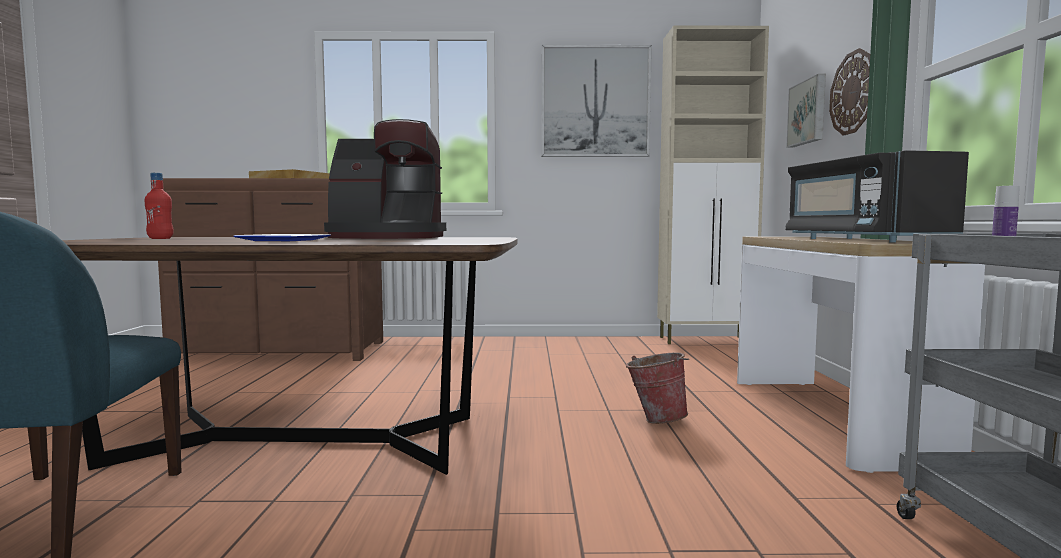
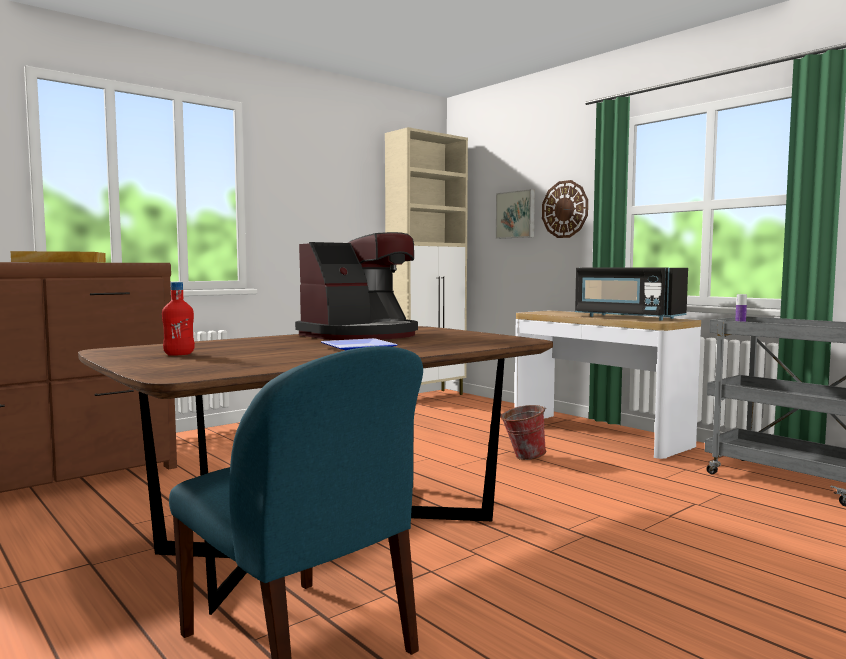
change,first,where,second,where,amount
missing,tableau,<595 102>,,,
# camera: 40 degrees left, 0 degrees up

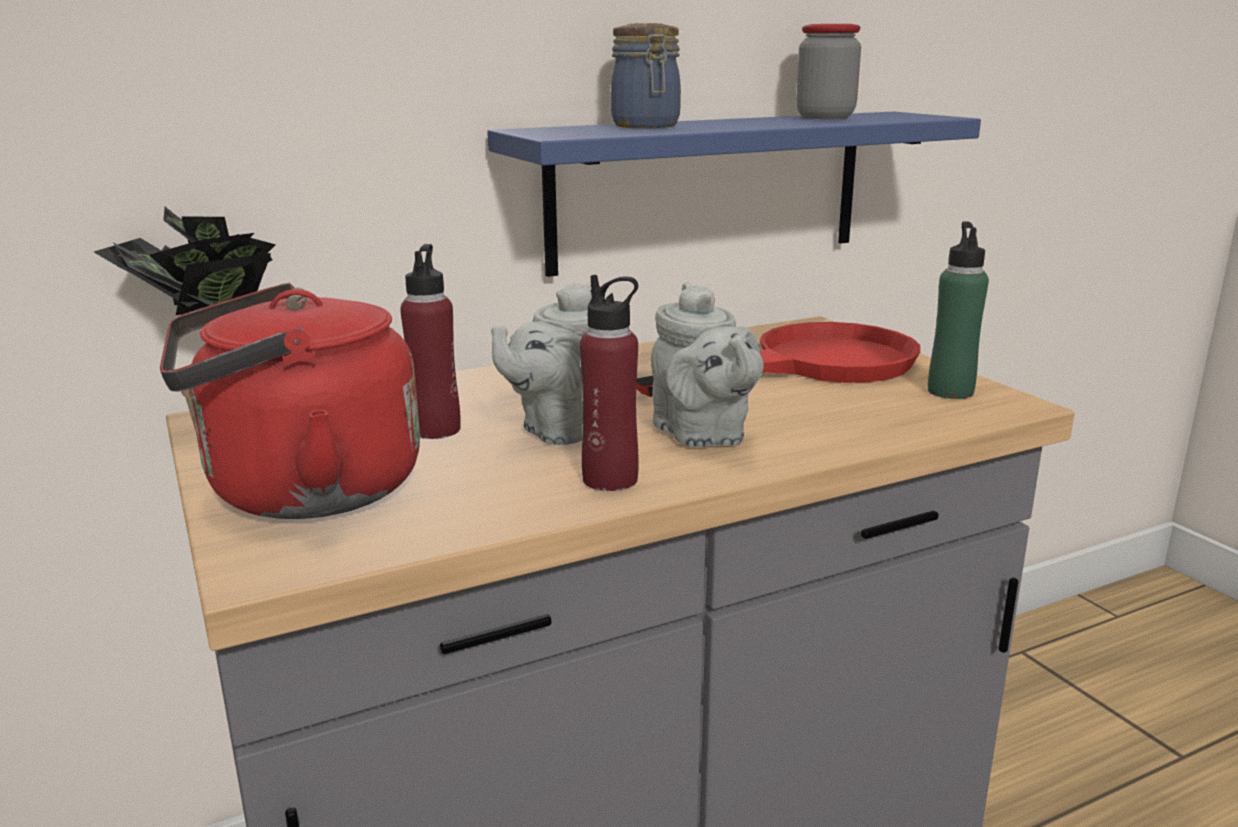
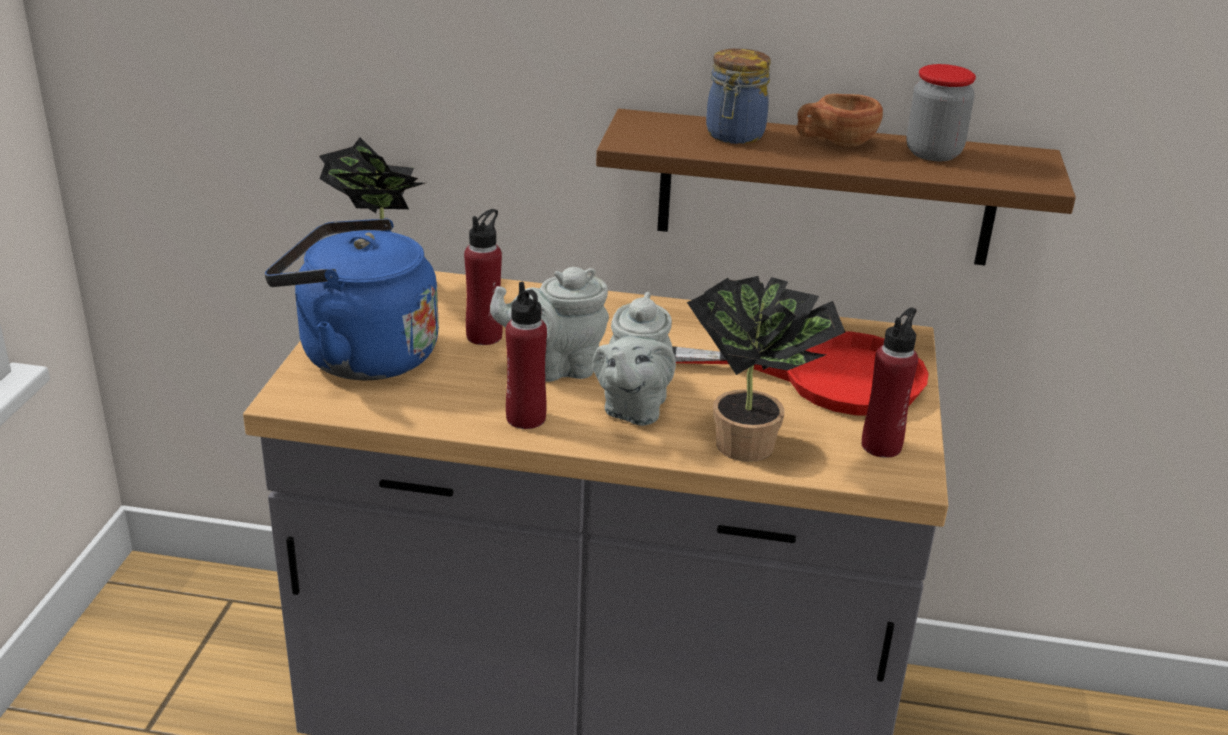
change,first,where,second,where,amount
colour,bouilloire [rouge],<302 492>,bouilloire [bleu],<360 355>,
colour,étagère [bleu],<708 190>,étagère [marron],<826 188>,
colour,bouteille [vert],<950 391>,bouteille [rouge],<881 446>,
appeared,,,plante en pot,<753 443>,
appeared,,,tasse [marron],<835 142>,
# camera: 35 degrees right, 10 degrees up

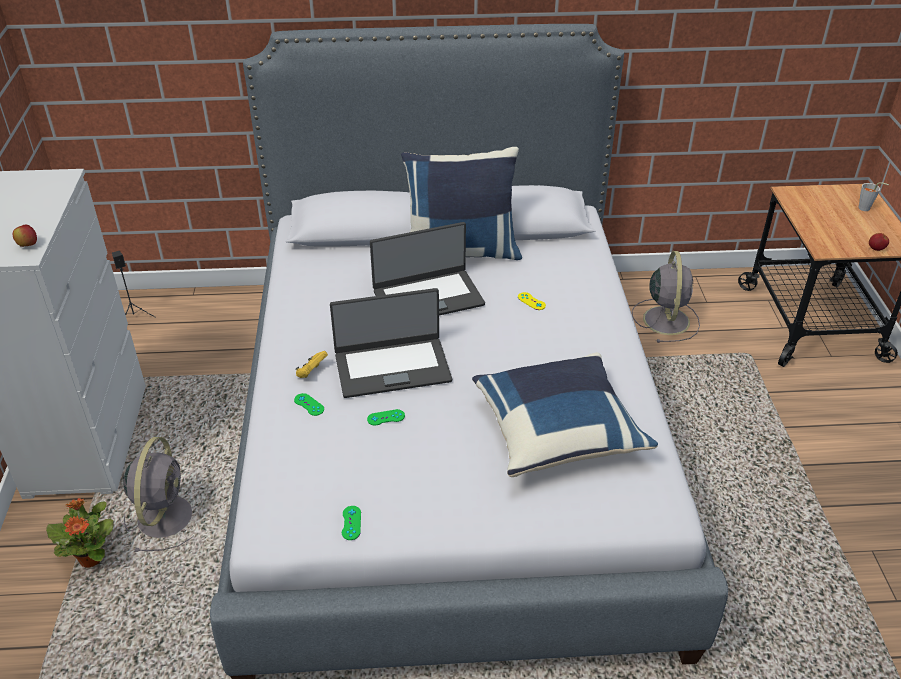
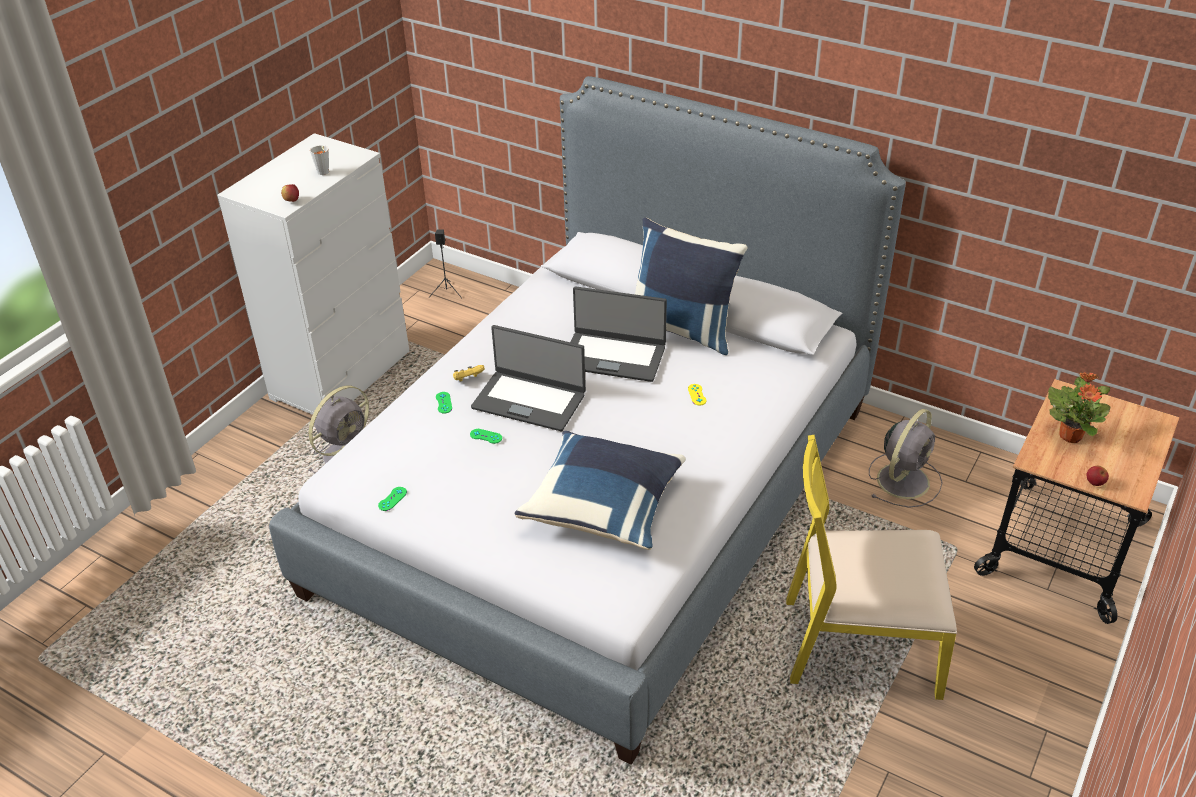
change,first,where,second,where,amount
relocated,plante en pot,<91 558>,,<1070 435>,
relocated,tasse [gris],<866 209>,,<323 173>,
appeared,,,chaise [jaune],<859 644>,
# camera: 35 degrees right, 0 degrees up

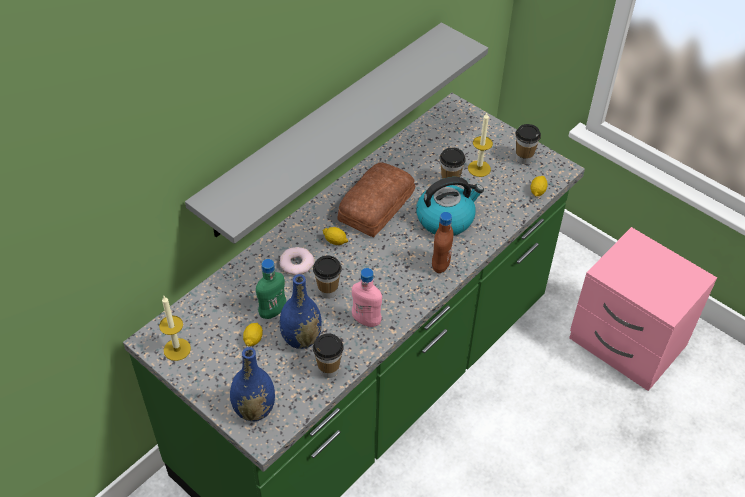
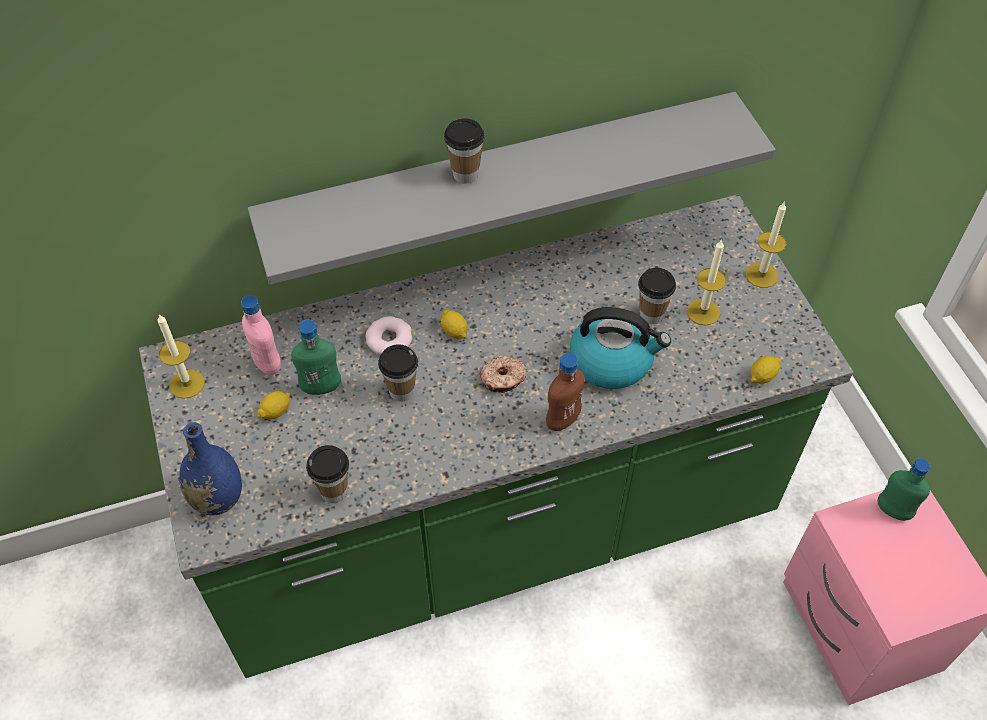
change,first,where,second,where,amount
missing,vase [bleu],<301 338>,,,
missing,pain,<374 206>,,,
relocated,bouteille [rose],<366 320>,,<267 363>,
relocated,tasse,<523 158>,,<465 174>,
appeared,,,beignet,<503 379>,
appeared,,,bougie,<761 275>,
appeared,,,bouteille [vert],<893 511>,
# camera: 30 degrees right, 5 degrees up

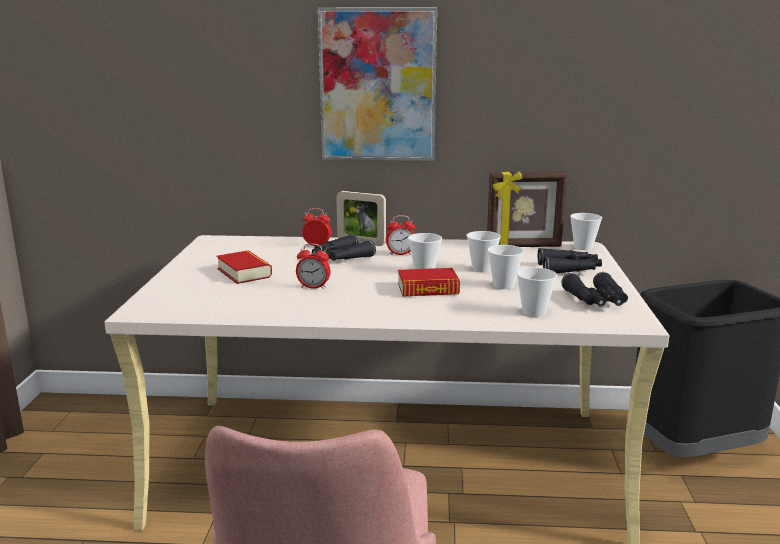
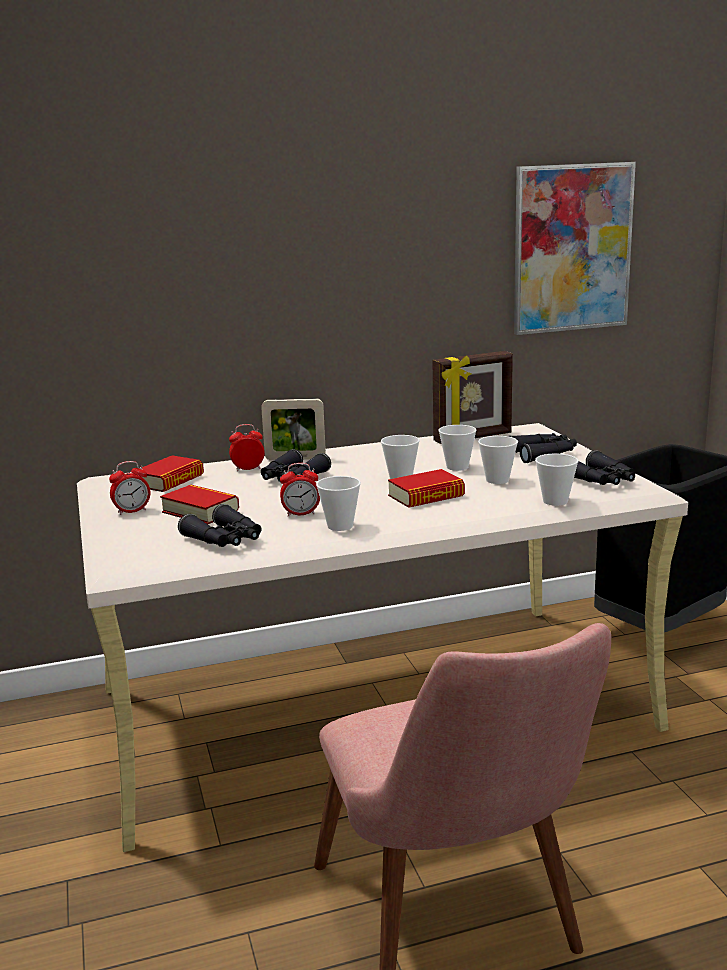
change,first,where,second,where,amount
relocated,tableau,<378 85>,,<572 248>,
relocated,réveil,<400 254>,,<132 511>,
relocated,tasse,<583 247>,,<340 526>,
appeared,,,livre,<169 480>,
appeared,,,jumelles [noir],<225 540>,
# camera: 20 degrees left, 0 degrees up

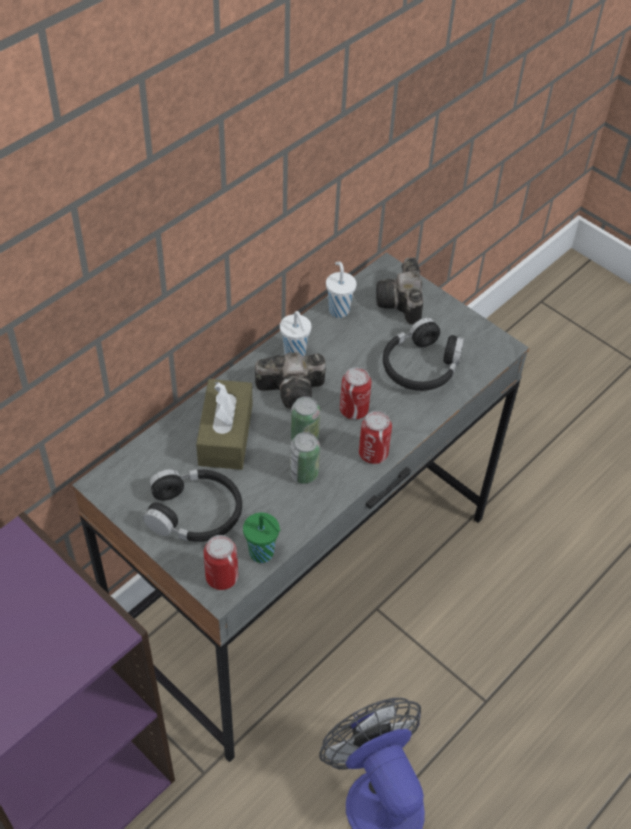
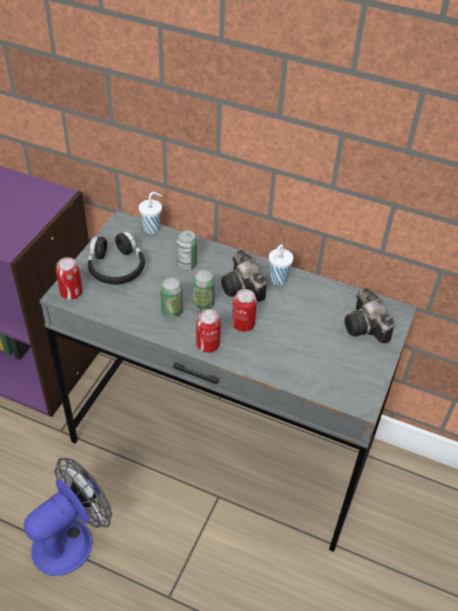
change,first,where,second,where,amount
exchanged,boîte à mouchoirs [marron],<225 434>,boîte métallique,<186 264>,
missing,tasse [vert],<263 553>,,,
relocated,tasse [blanc],<338 309>,,<152 229>,
spun,appareil photo,<402 304>,,<367 328>,90 degrees counterclockwise
missing,casque audio [noir],<421 366>,,,
# camera: 70 degrees right, 5 degrees down

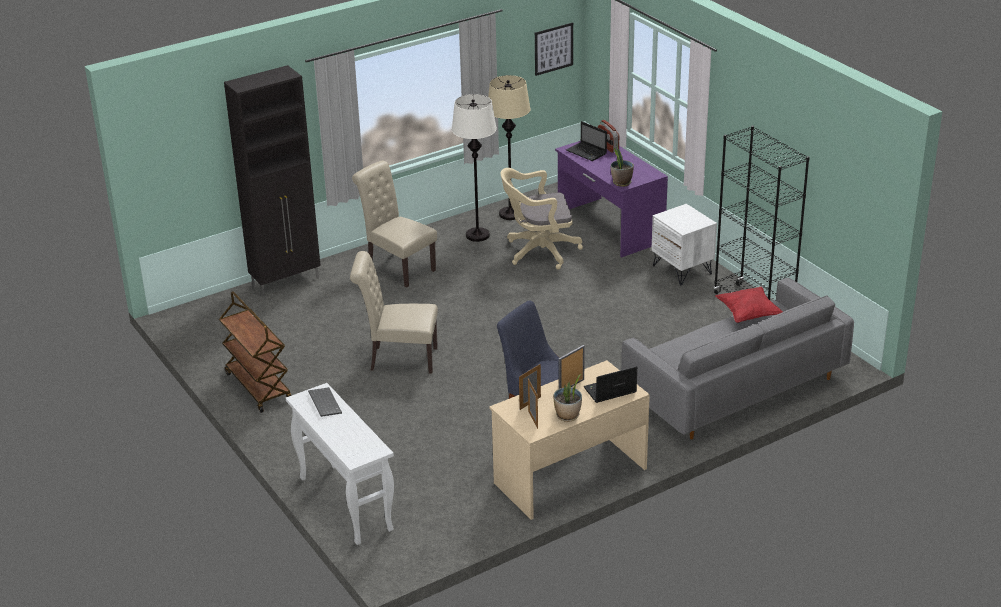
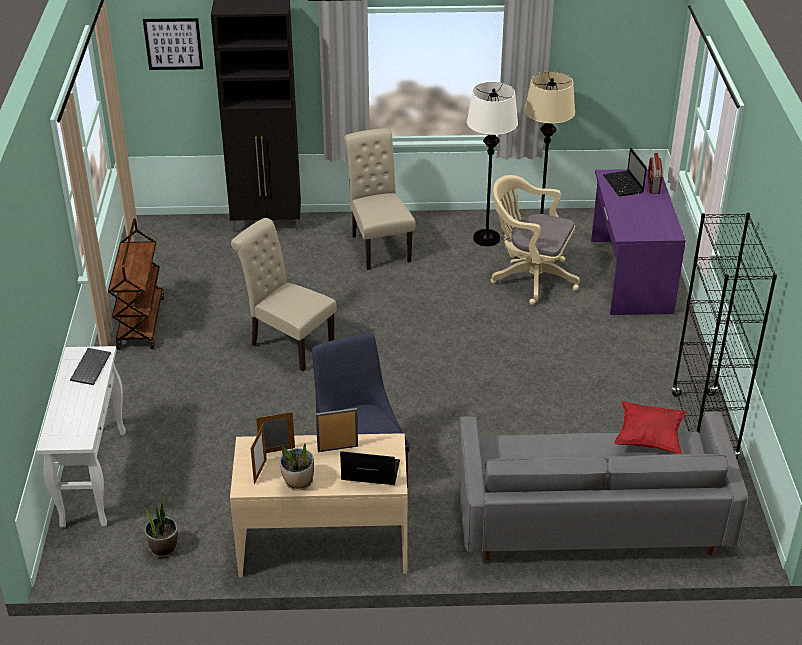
change,first,where,second,where,amount
relocated,tableau,<553 48>,,<173 44>,
relocated,plante en pot,<621 182>,,<163 548>,
missing,table de chevet [blanc],<682 270>,,,
# camera: 30 degrees right, 5 degrees up

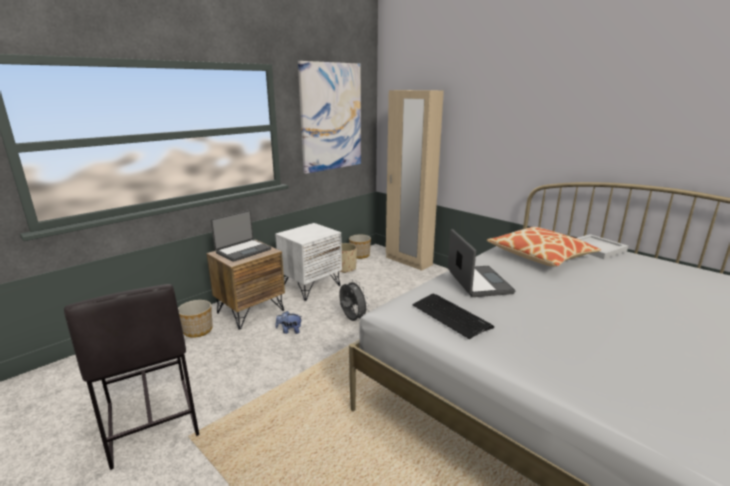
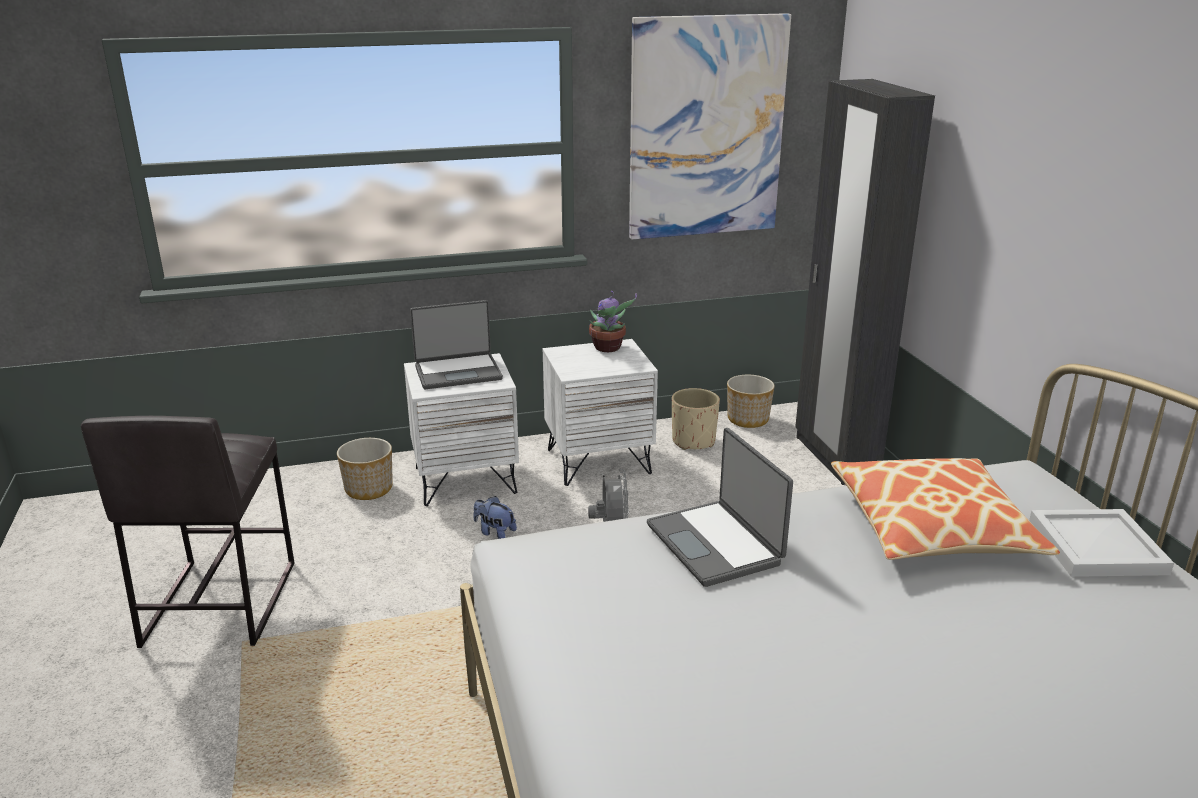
change,first,where,second,where,amount
colour,table de chevet [marron],<250 311>,table de chevet [blanc],<465 480>,
colour,armoire [beige],<408 261>,armoire [noir],<835 458>,
missing,clavier,<451 316>,,,
spun,ordinateur portable,<477 282>,,<716 544>,135 degrees clockwise
appeared,,,plante en pot,<608 348>,
# camera: 30 degrees right, 5 degrees up

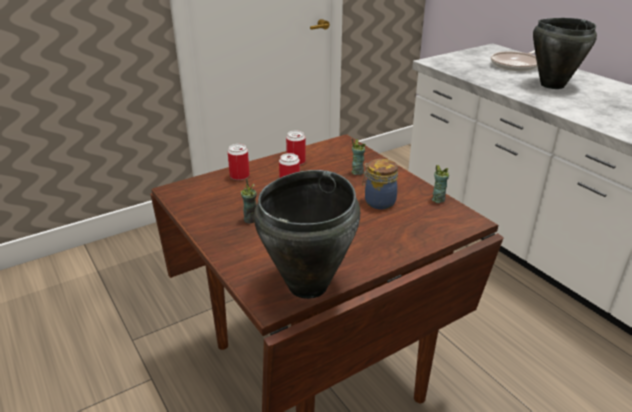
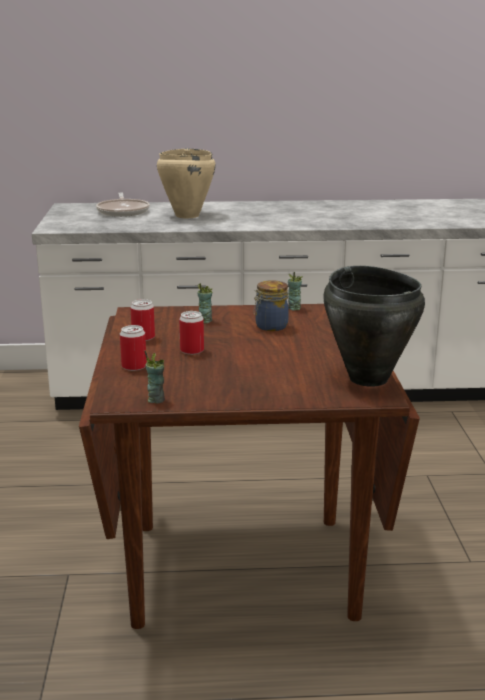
change,first,where,second,where,amount
relocated,tasse,<250 219>,,<156 399>,
colour,marmite [noir],<551 85>,marmite [beige],<186 216>,
# camera: 60 degrees left, 10 degrees down

